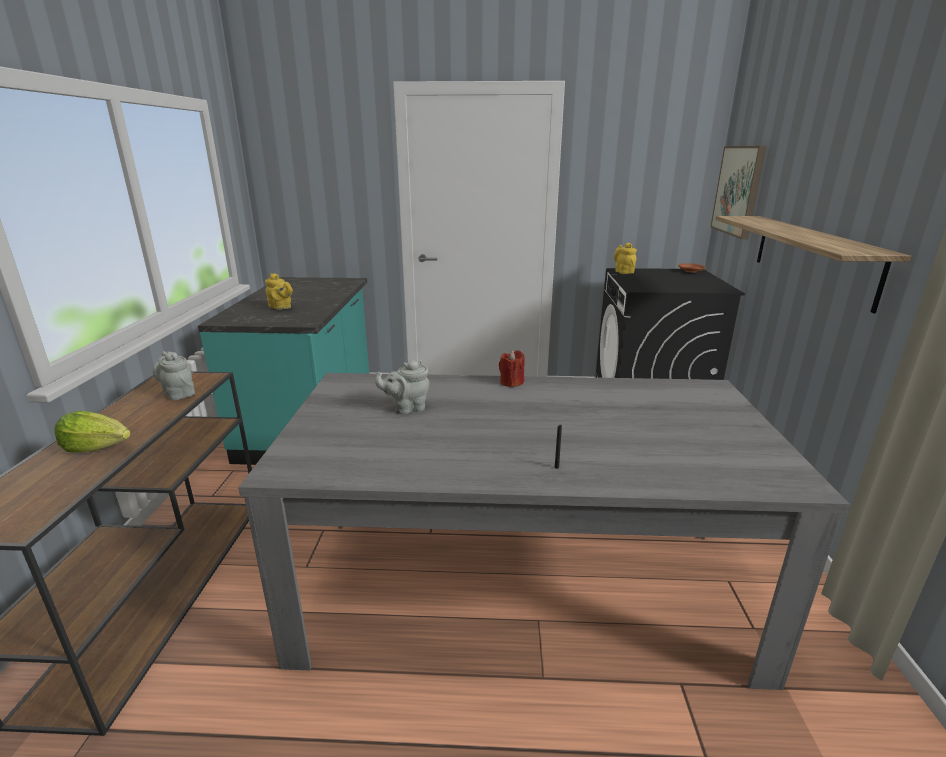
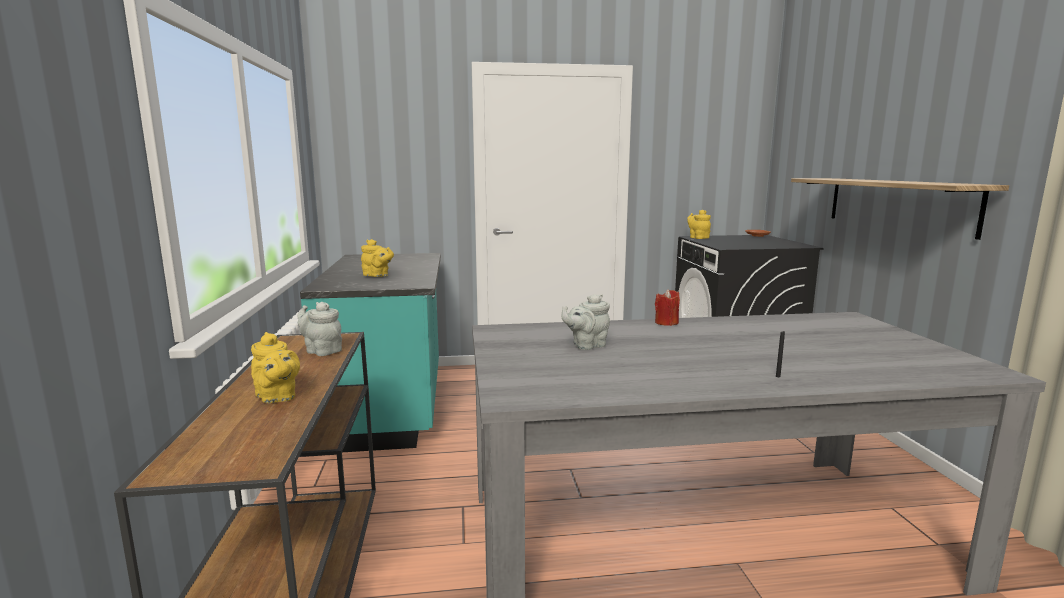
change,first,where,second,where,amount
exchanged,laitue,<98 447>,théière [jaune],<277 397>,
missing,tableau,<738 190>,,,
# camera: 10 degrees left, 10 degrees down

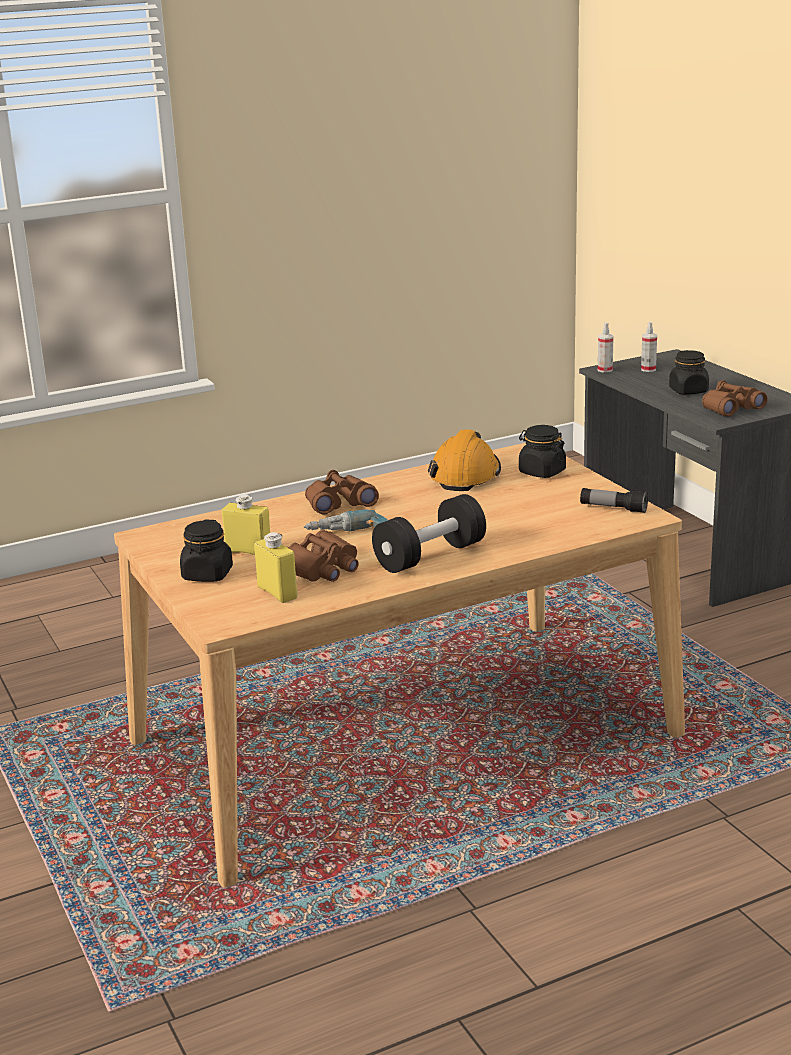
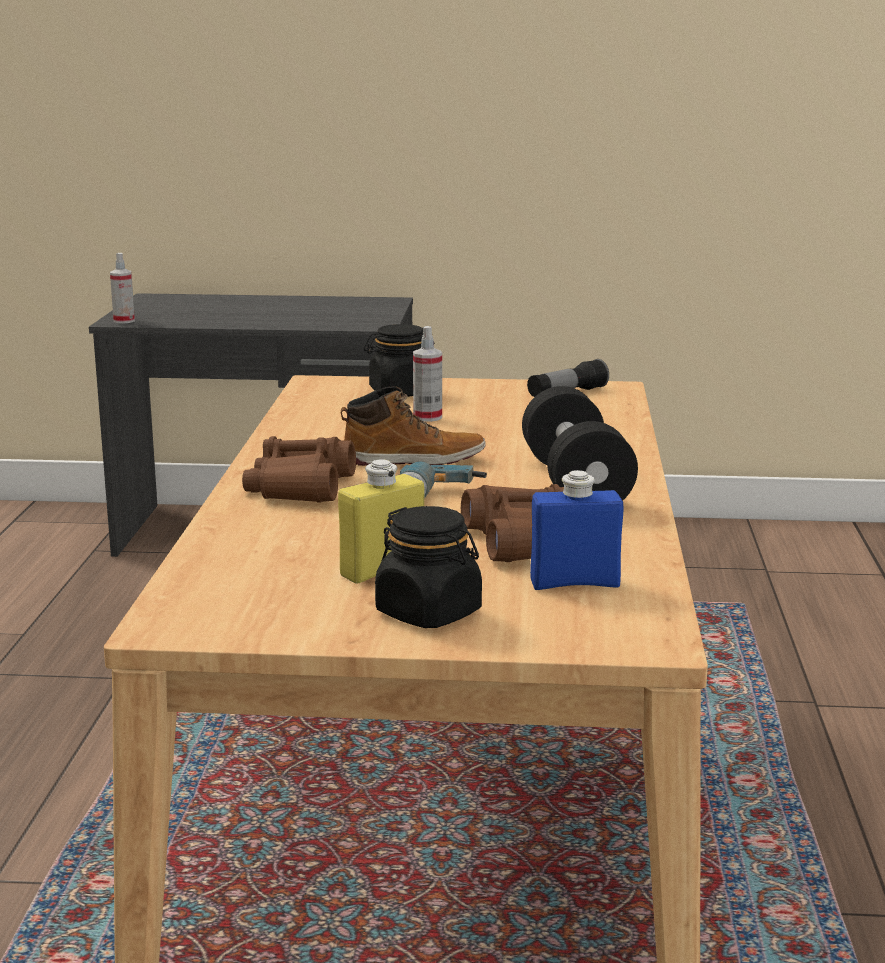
change,first,where,second,where,amount
colour,bouteille [jaune],<277 593>,bouteille [bleu],<574 583>,
missing,casque de chantier [orange],<465 475>,,,
relocated,vaporisateur,<648 369>,,<427 417>,
missing,bocal [noir],<688 391>,,,
missing,jumelles [marron],<730 408>,,,
appeared,,,botte,<413 460>,
# camera: 60 degrees left, 5 degrees down

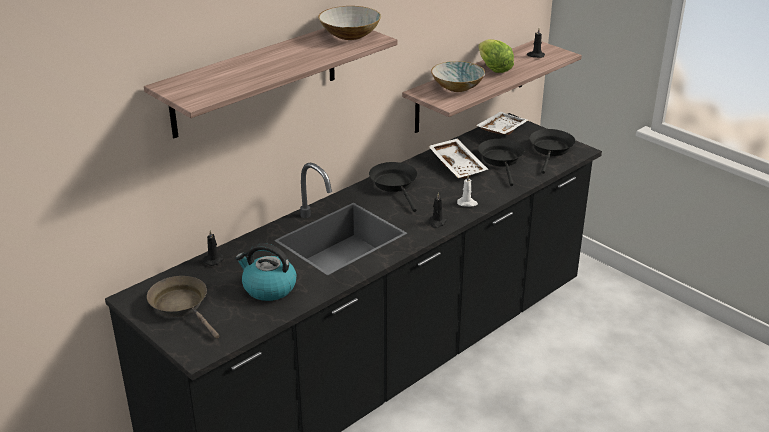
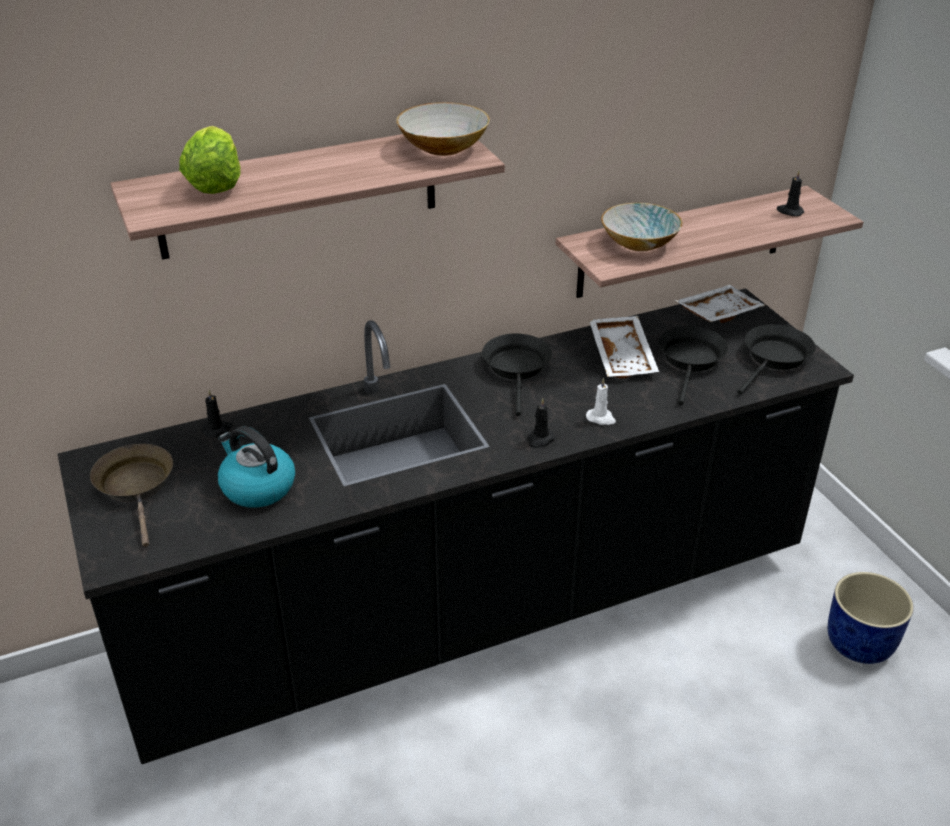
change,first,where,second,where,amount
relocated,laitue,<494 69>,,<215 184>,
appeared,,,cache-pot [bleu],<860 643>,
# camera: 20 degrees right, 5 degrees up

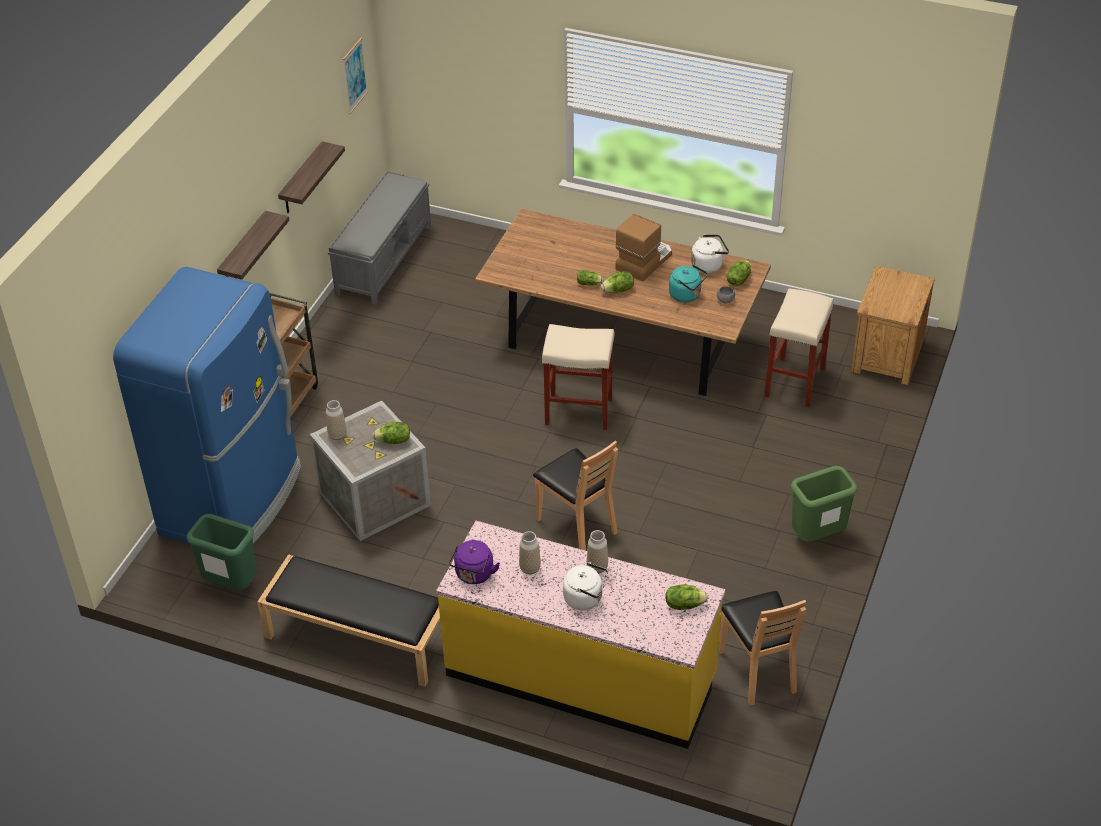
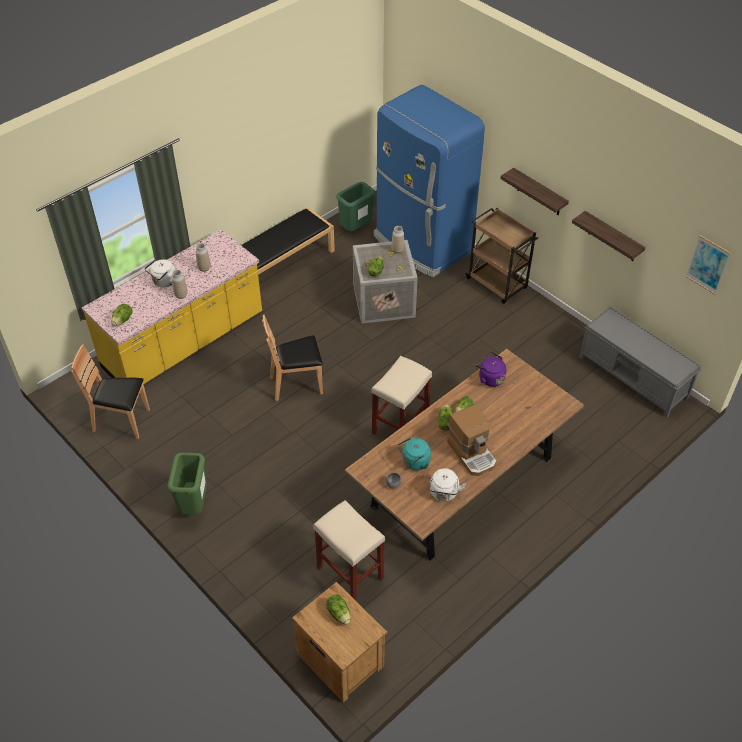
change,first,where,second,where,amount
relocated,bouilloire [violet],<474 575>,,<489 378>,
relocated,laitue,<738 280>,,<339 613>,
# camera: 115 degrees right, 5 degrees up

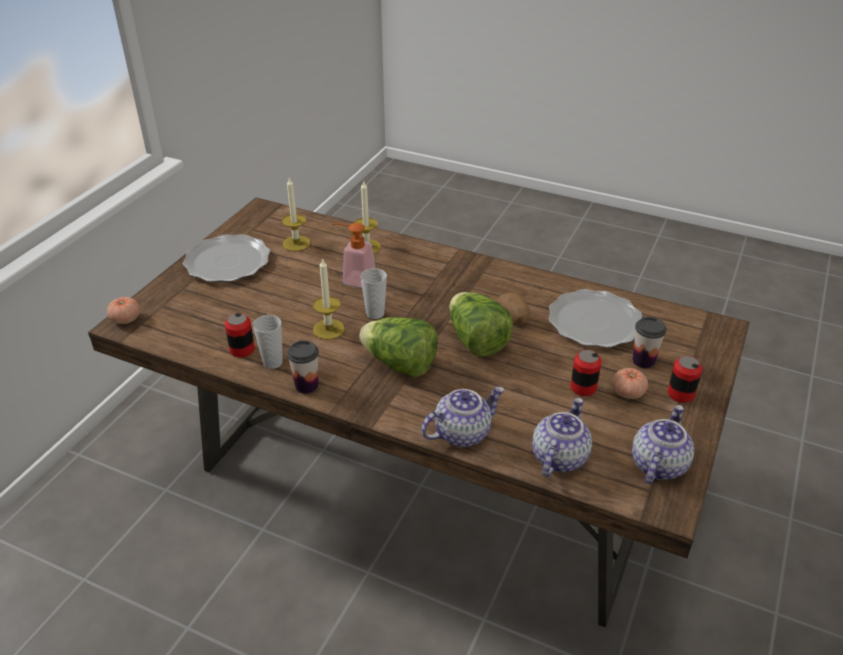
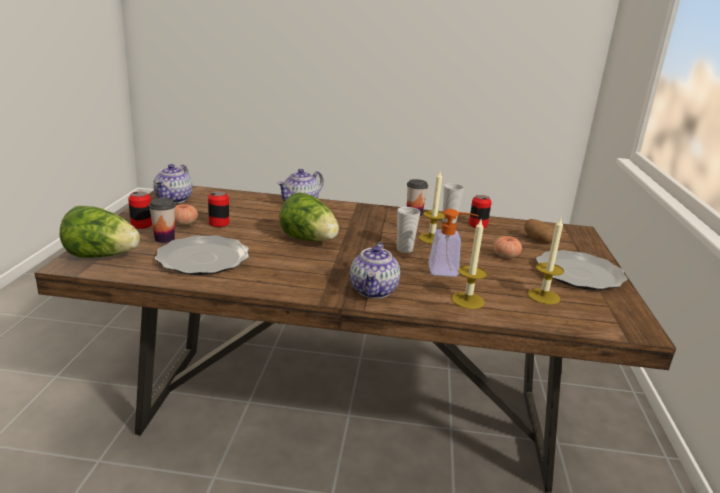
change,first,where,second,where,amount
relocated,tomate,<126 319>,,<505 256>,
relocated,laitue,<400 364>,,<102 256>,
relocated,pomme de terre,<513 318>,,<537 240>,
relocated,théière,<558 457>,,<374 291>,
# camera: 160 degrees right, 15 degrees down

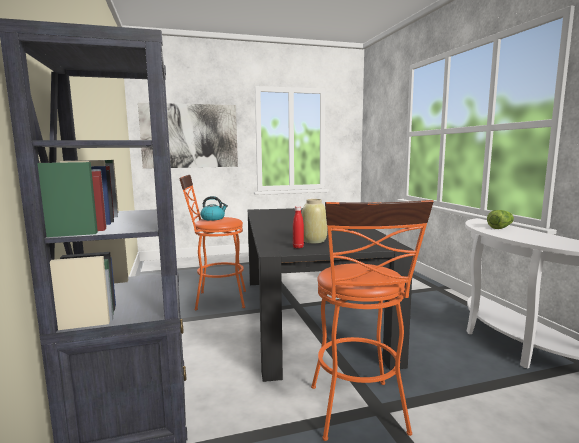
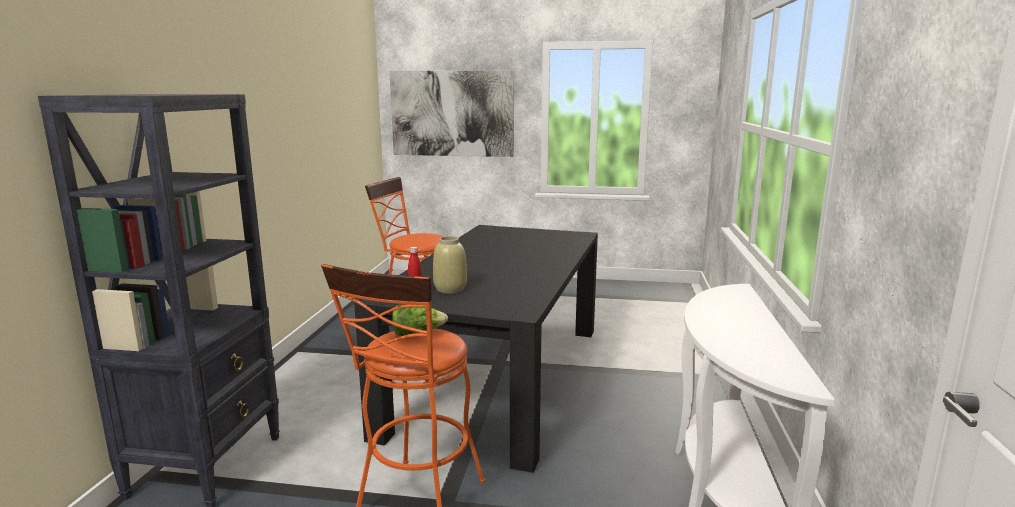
change,first,where,second,where,amount
missing,bouilloire,<213 218>,,,
relocated,laitue,<500 227>,,<417 333>,
# camera: 25 degrees right, 5 degrees up

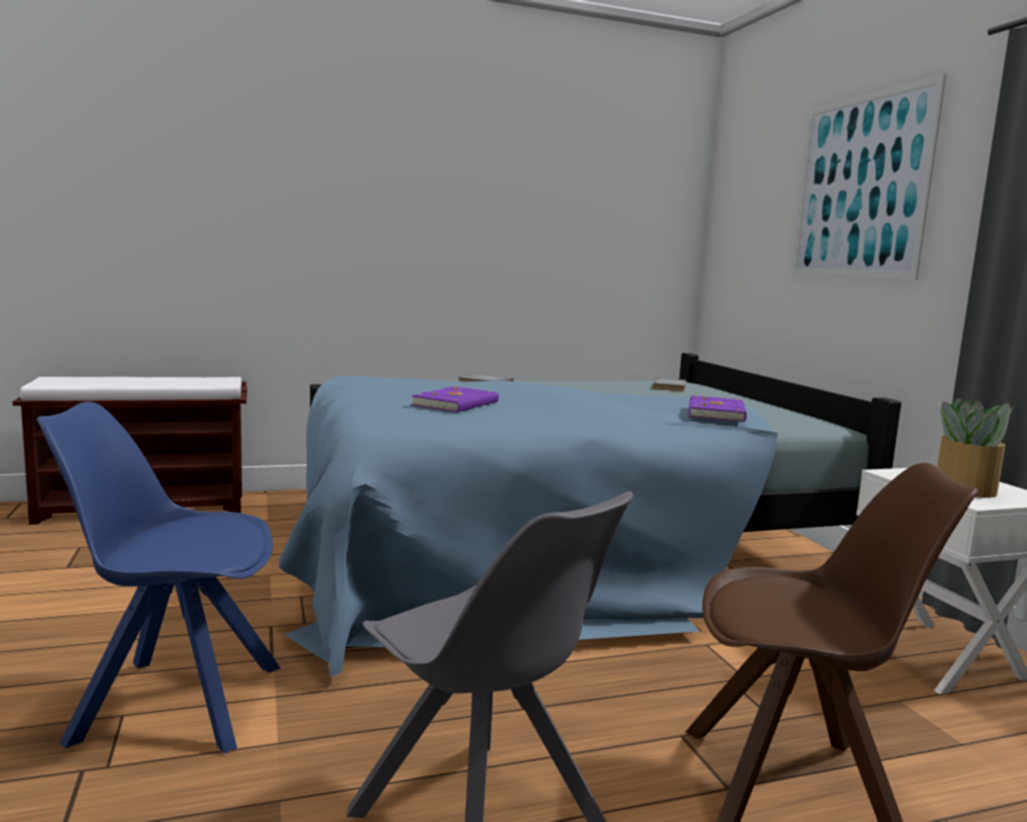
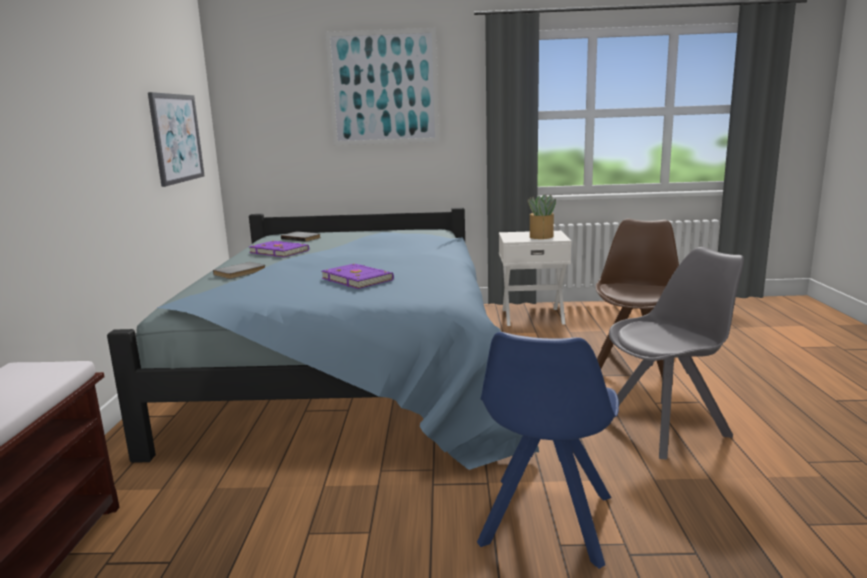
change,first,where,second,where,amount
relocated,livre [violet],<718 413>,,<279 251>,
appeared,,,tableau,<176 138>,
# camera: 70 degrees left, 5 degrees up

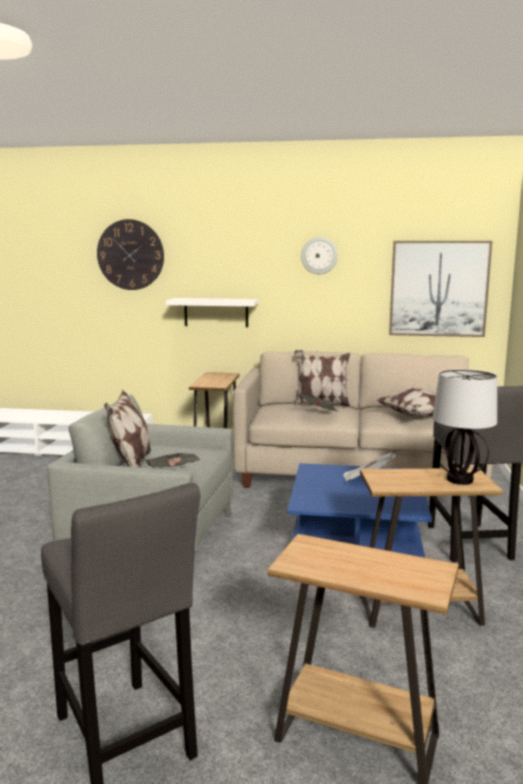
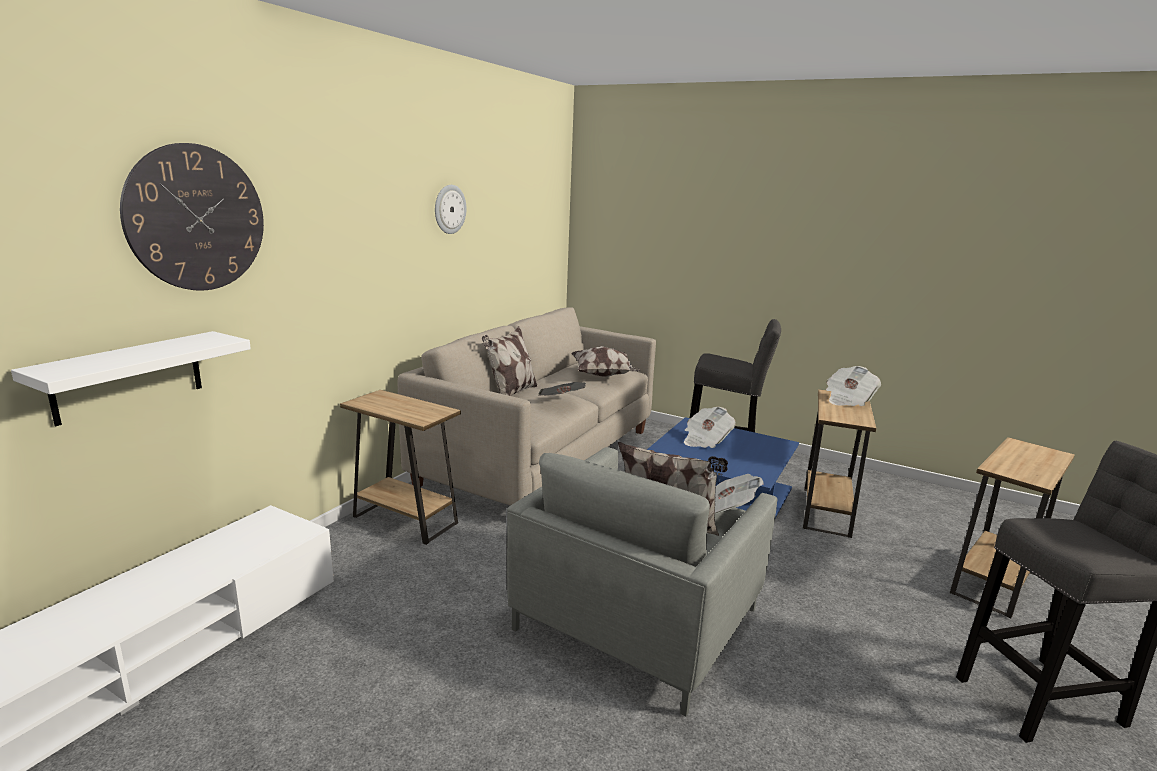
change,first,where,second,where,amount
relocated,étagère [blanc],<216 312>,,<129 376>,
missing,tableau,<438 288>,,,
exchanged,lampe de table,<459 480>,journal,<848 400>,
# camera: 70 degrees left, 5 degrees up

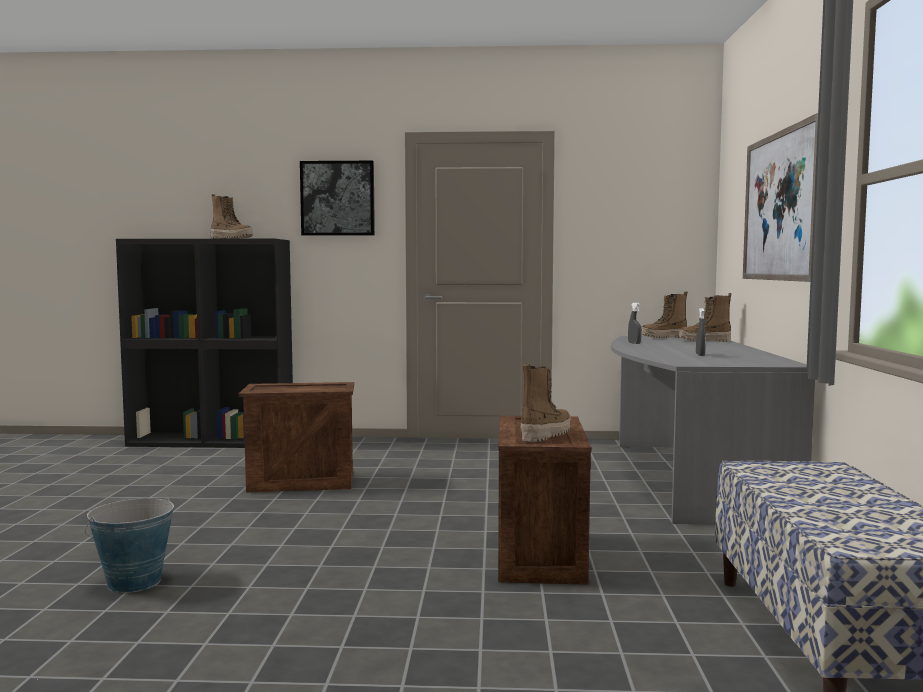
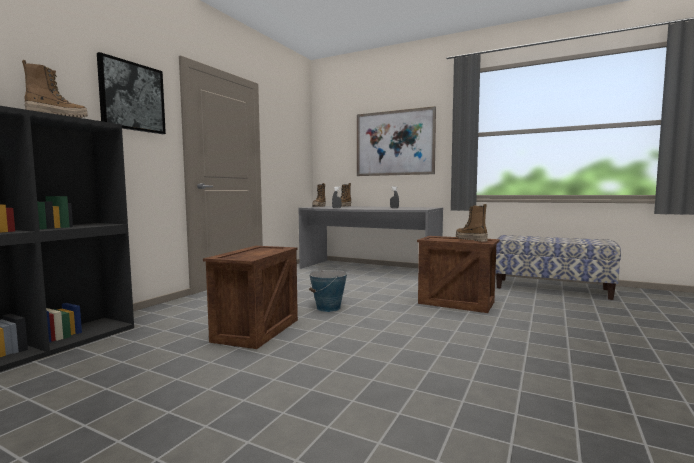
change,first,where,second,where,amount
relocated,seau,<134 582>,,<328 308>,
# camera: 65 degrees left, 0 degrees up

